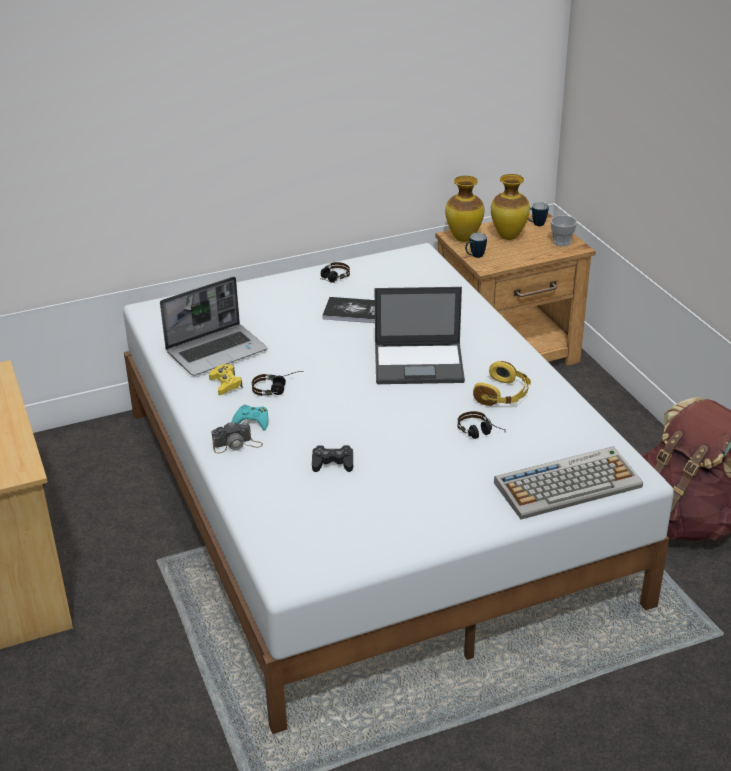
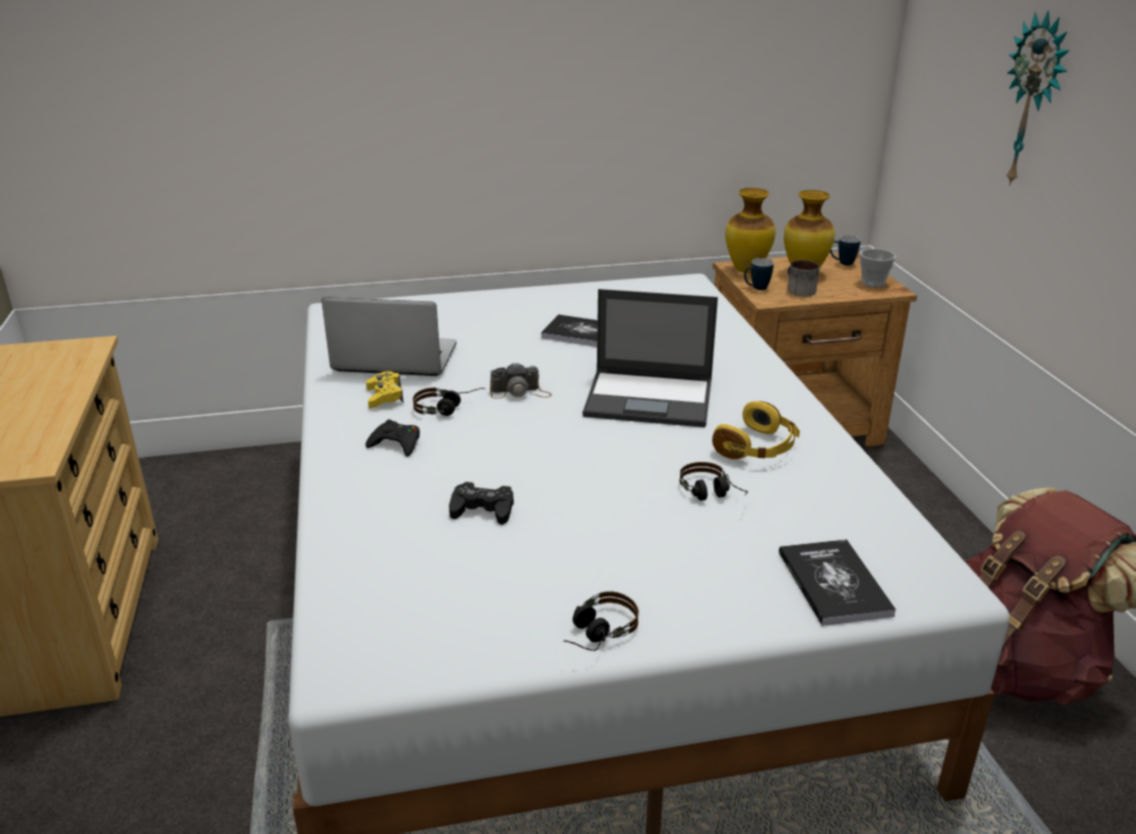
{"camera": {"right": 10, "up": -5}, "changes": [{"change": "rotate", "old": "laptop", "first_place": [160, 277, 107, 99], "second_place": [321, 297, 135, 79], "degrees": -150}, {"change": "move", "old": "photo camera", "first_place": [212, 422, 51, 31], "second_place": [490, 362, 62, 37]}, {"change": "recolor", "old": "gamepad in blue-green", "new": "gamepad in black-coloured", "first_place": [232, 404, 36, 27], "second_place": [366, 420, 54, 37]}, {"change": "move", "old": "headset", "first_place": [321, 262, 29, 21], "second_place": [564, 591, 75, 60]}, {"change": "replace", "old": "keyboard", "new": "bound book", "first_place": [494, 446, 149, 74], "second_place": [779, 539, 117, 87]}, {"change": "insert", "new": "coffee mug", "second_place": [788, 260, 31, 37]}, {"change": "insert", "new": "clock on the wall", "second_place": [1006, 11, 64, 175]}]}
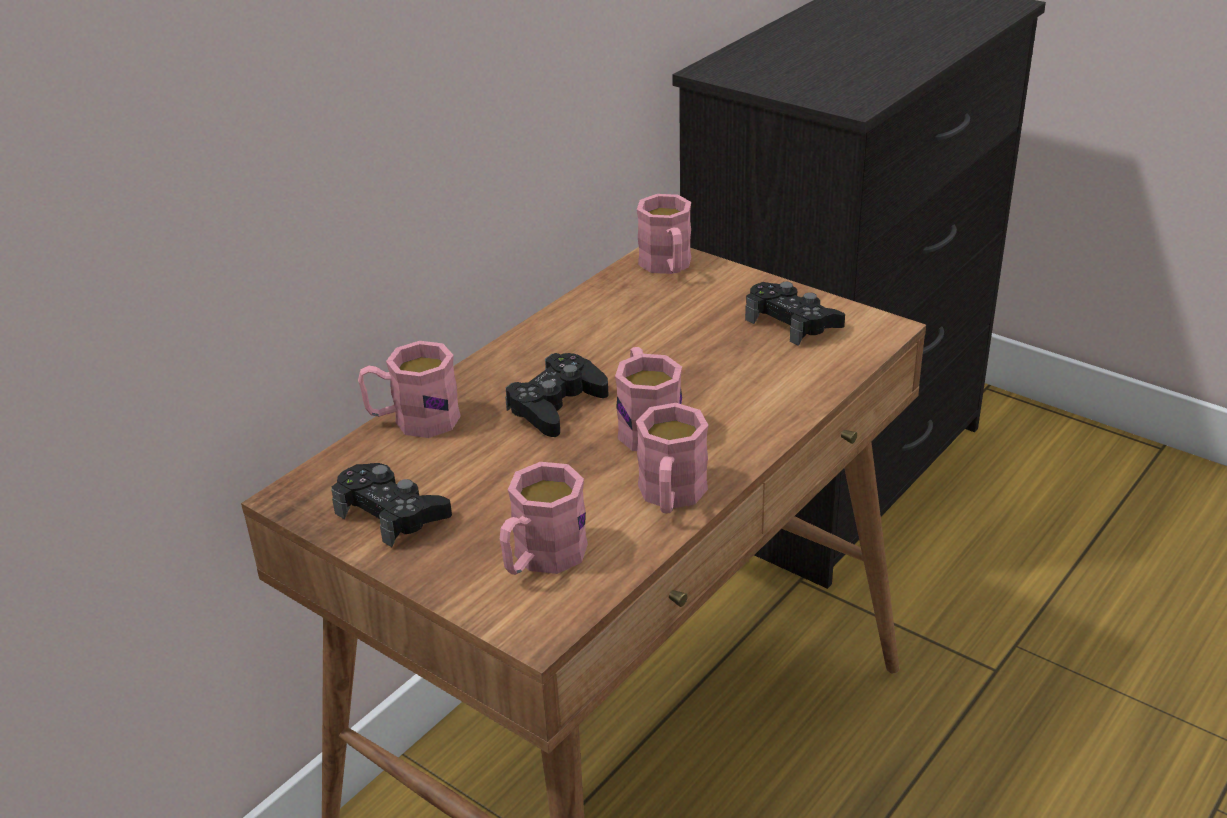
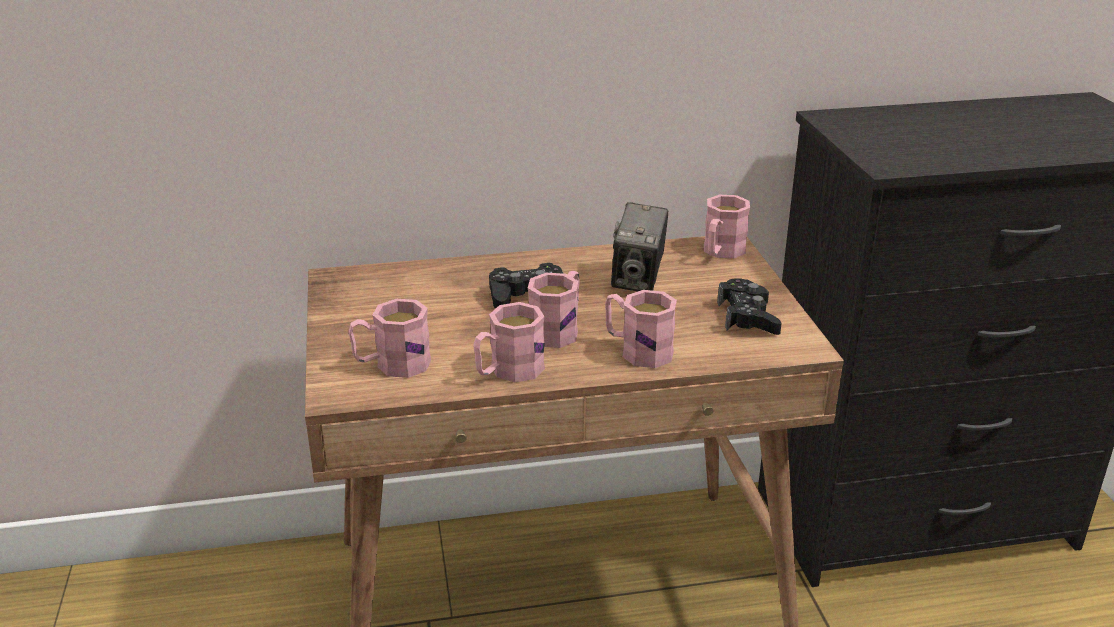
{"camera": {"right": 40, "up": -5}, "changes": [{"change": "delete", "old": "gamepad in black-coloured", "first_place": [331, 463, 121, 84]}, {"change": "move", "old": "coffee mug in pink-coloured", "first_place": [358, 341, 103, 97], "second_place": [605, 290, 72, 78]}, {"change": "insert", "new": "photo camera", "second_place": [611, 202, 57, 89]}]}
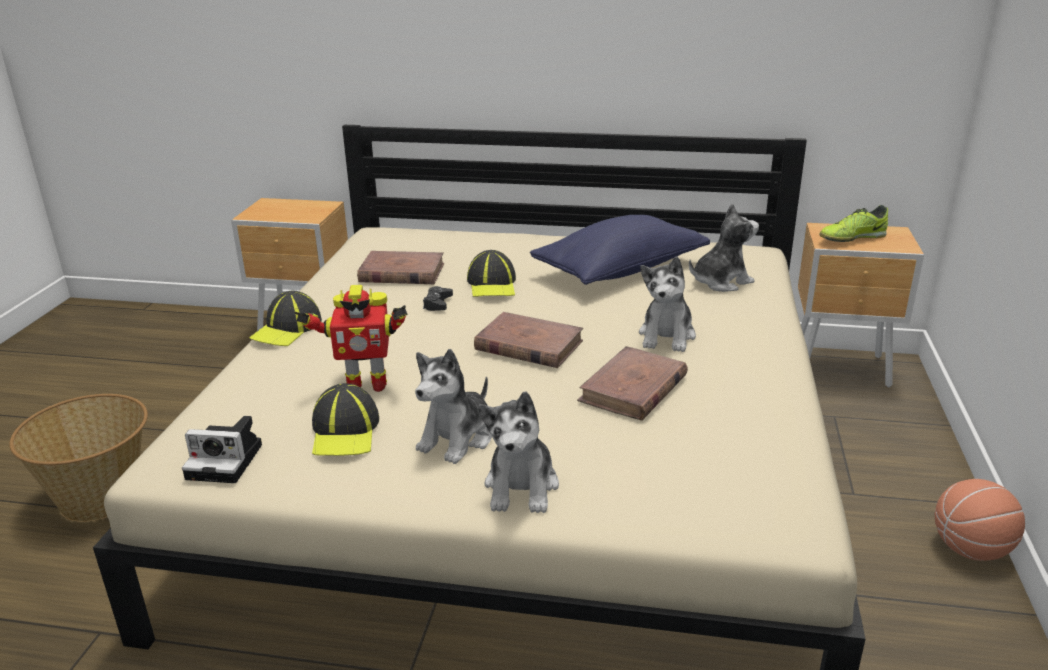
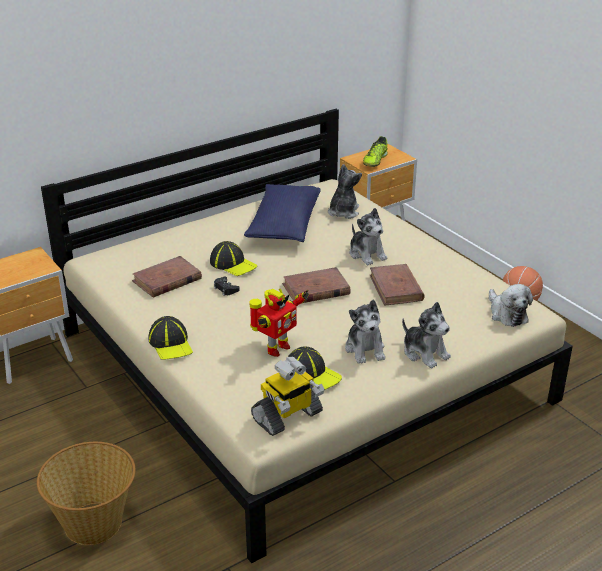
{"camera": {"right": -45, "up": 5}, "changes": [{"change": "replace", "old": "photo camera", "new": "robot figure", "first_place": [182, 416, 80, 67], "second_place": [251, 357, 74, 79]}, {"change": "insert", "new": "cuddly toy", "second_place": [489, 284, 44, 43]}]}
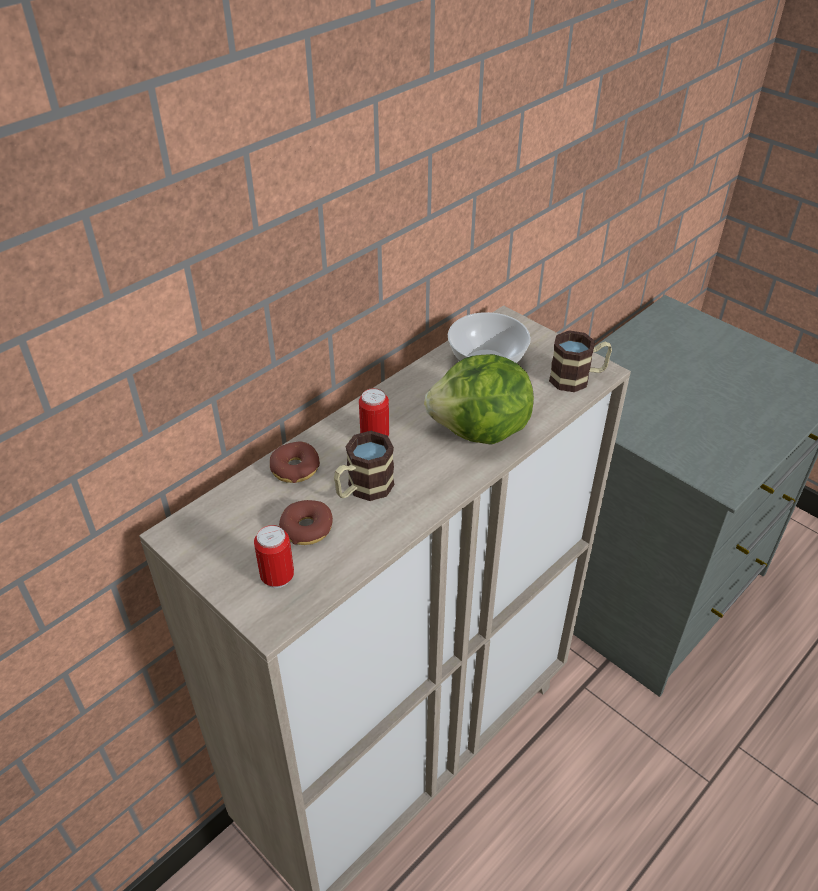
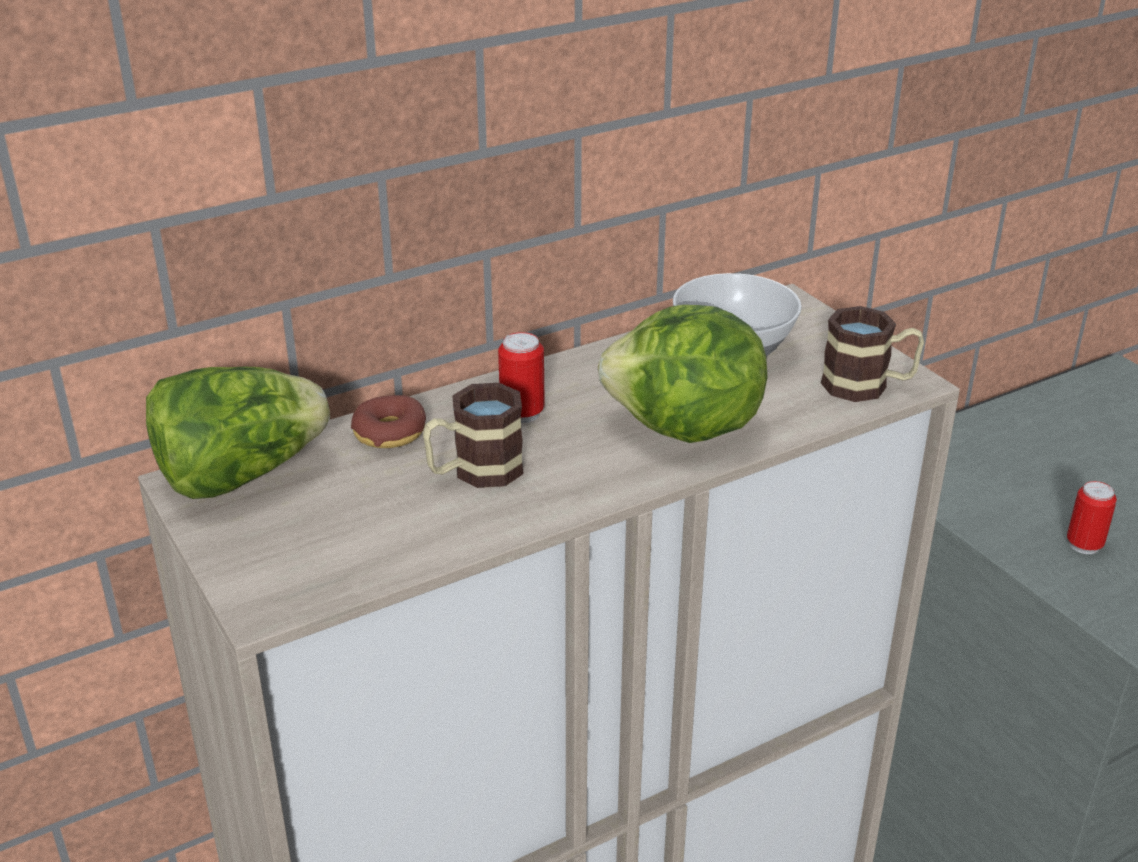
{"camera": {"right": 15, "up": -10}, "changes": [{"change": "move", "old": "metal can", "first_place": [254, 525, 40, 63], "second_place": [1067, 481, 50, 73]}, {"change": "delete", "old": "doughnut", "first_place": [279, 500, 54, 45]}, {"change": "insert", "new": "lettuce", "second_place": [146, 367, 184, 132]}]}
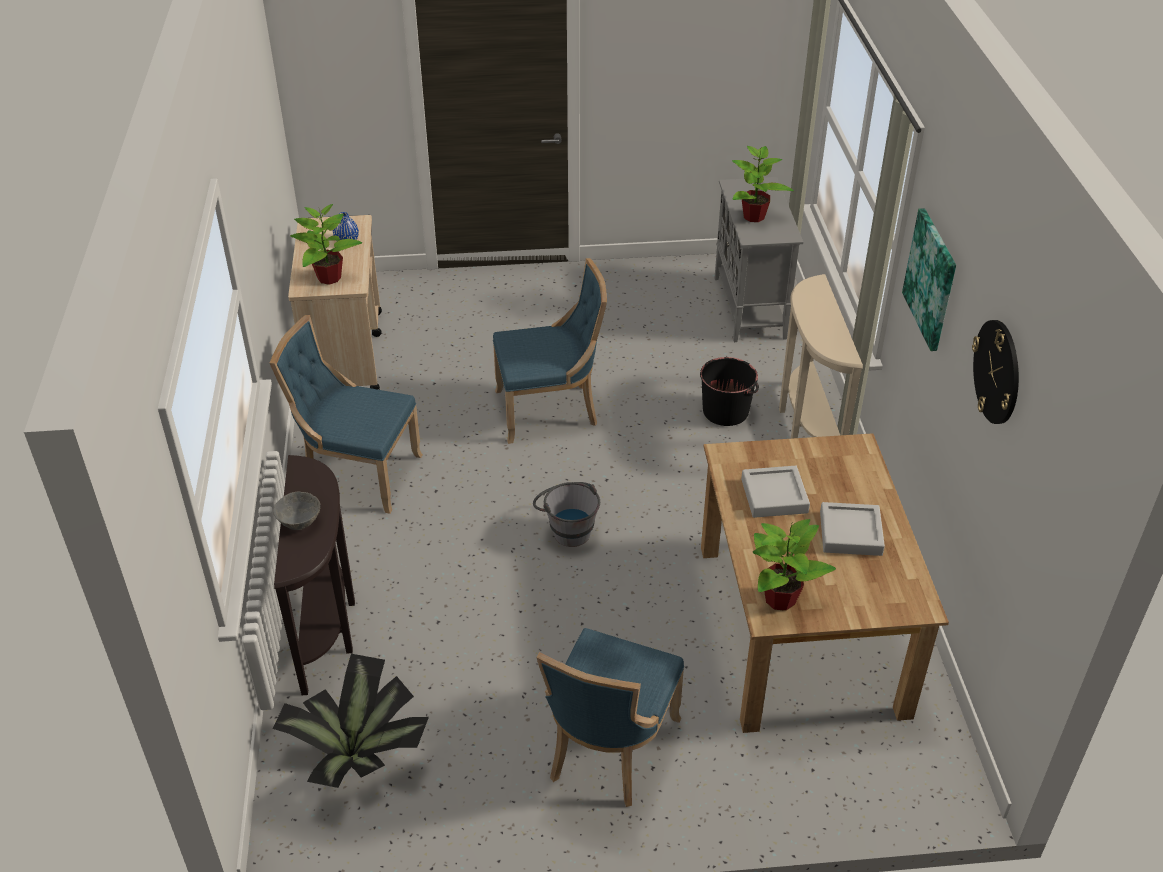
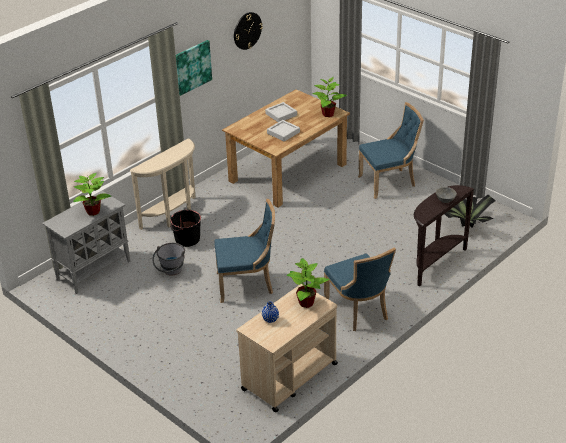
{"camera": {"right": -130, "up": -5}, "changes": [{"change": "rotate", "old": "upright chair in bluish", "first_place": [493, 258, 114, 186], "second_place": [214, 199, 61, 104], "degrees": 135}, {"change": "move", "old": "water bucket in grey", "first_place": [533, 482, 67, 65], "second_place": [152, 243, 33, 33]}]}
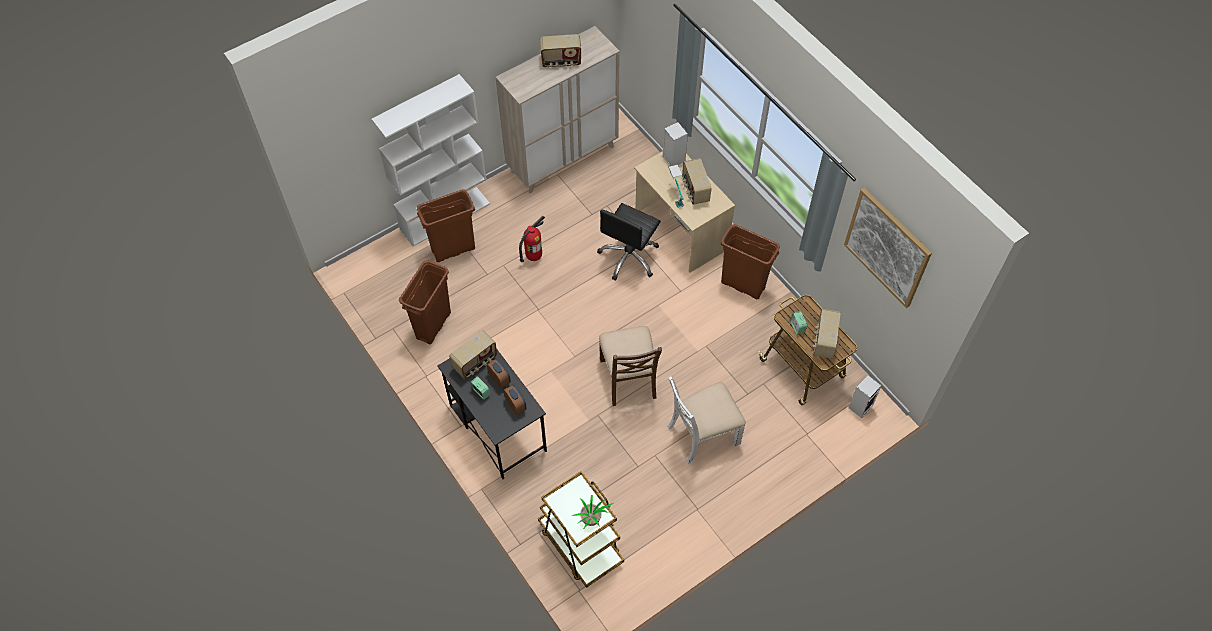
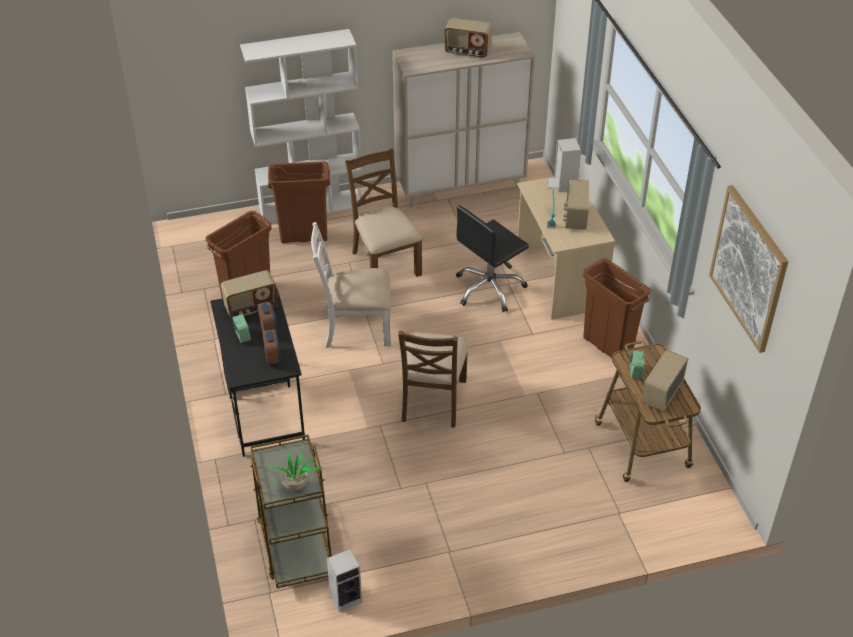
{"camera": {"right": 20, "up": -15}, "changes": [{"change": "replace", "old": "fire extinguisher", "new": "upright chair in brownish", "first_place": [519, 216, 26, 46], "second_place": [345, 148, 77, 129]}, {"change": "move", "old": "upright chair in white-coloured", "first_place": [668, 376, 78, 88], "second_place": [311, 222, 81, 126]}, {"change": "move", "old": "audio speaker", "first_place": [848, 375, 34, 43], "second_place": [327, 549, 35, 63]}]}
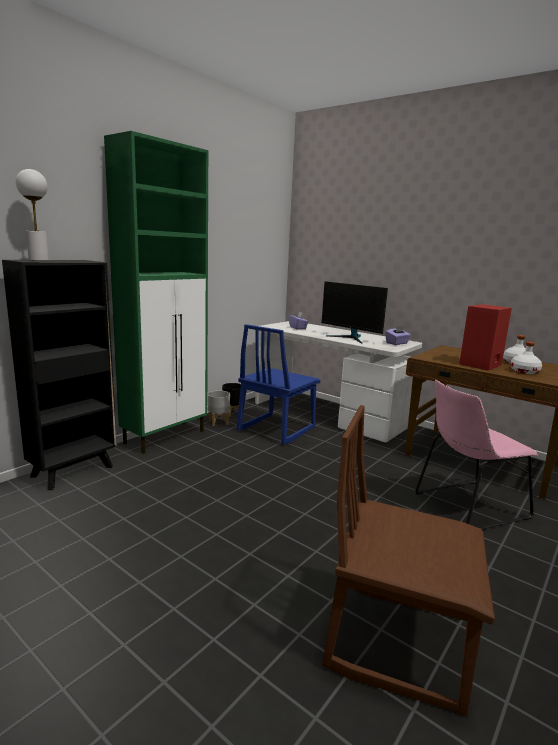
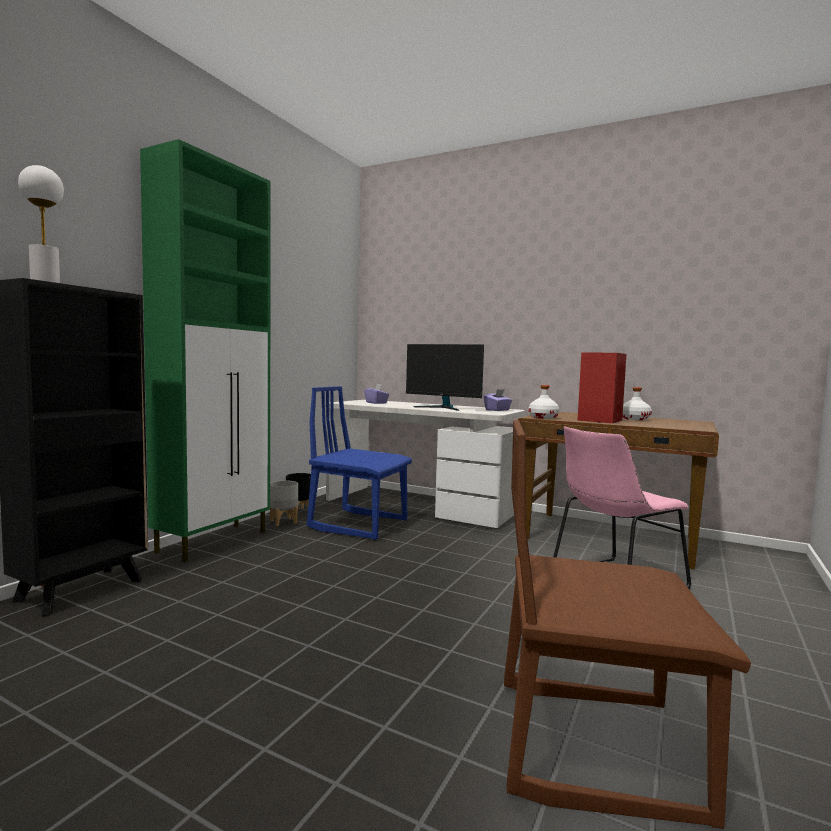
{"camera": {"right": -10, "up": -10}, "changes": [{"change": "rotate", "old": "upright chair in bluish", "first_place": [237, 324, 84, 120], "second_place": [307, 386, 105, 154], "degrees": 90}, {"change": "move", "old": "drink bottle in white-coloured", "first_place": [510, 341, 32, 33], "second_place": [528, 385, 31, 34]}]}
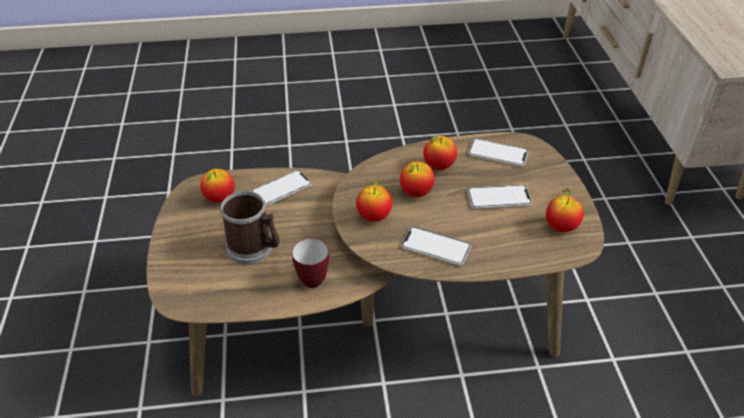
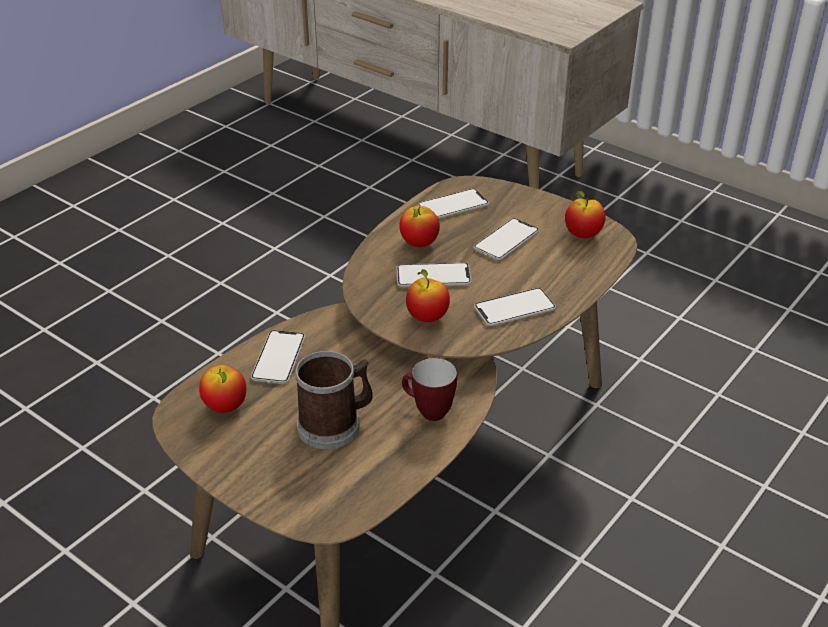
{"camera": {"right": -45, "up": -5}, "changes": [{"change": "replace", "old": "whole apple", "new": "handset", "first_place": [400, 161, 35, 36], "second_place": [396, 263, 76, 24]}]}
